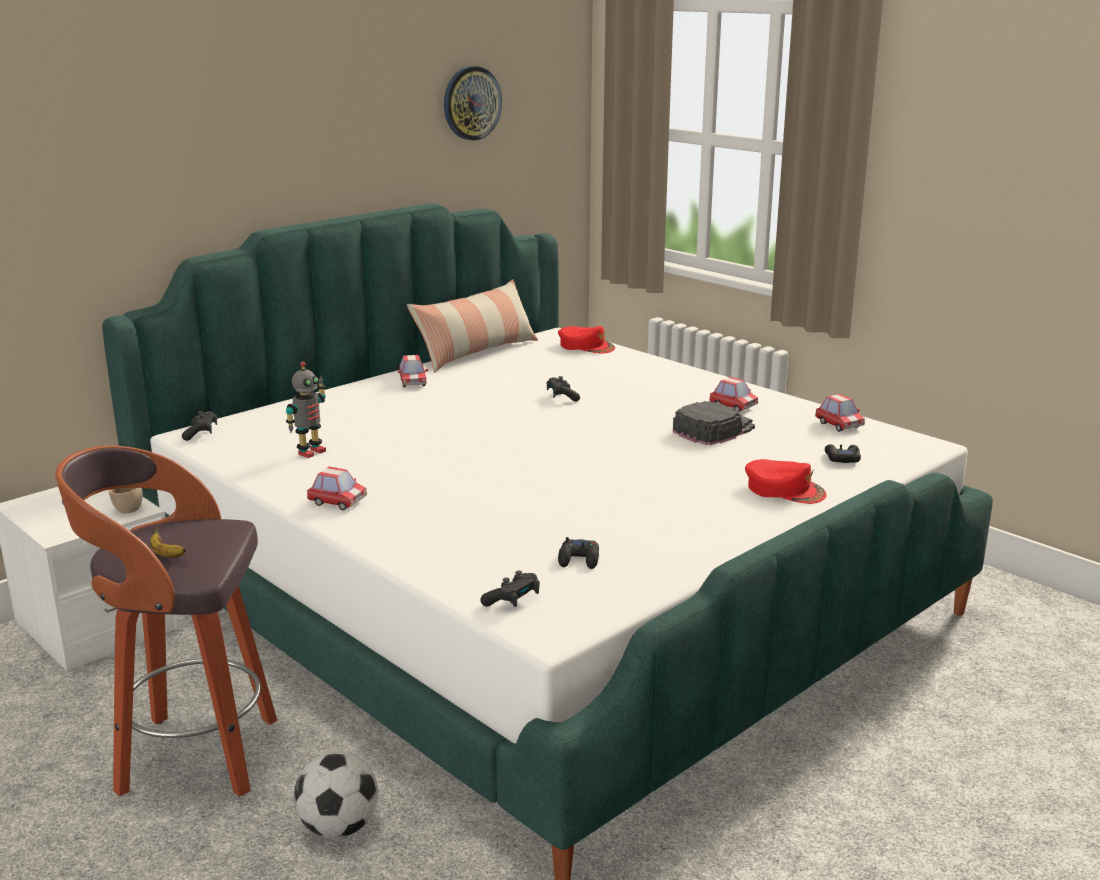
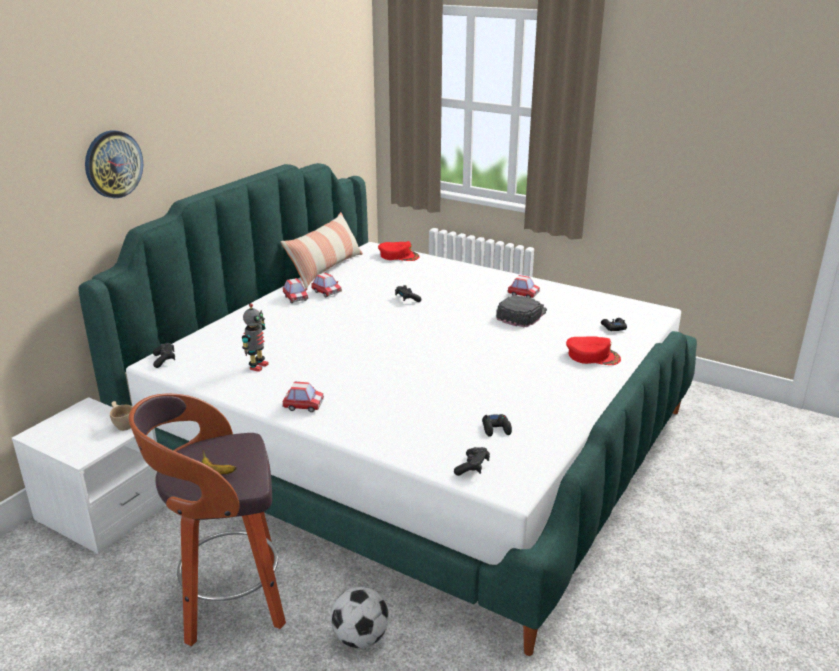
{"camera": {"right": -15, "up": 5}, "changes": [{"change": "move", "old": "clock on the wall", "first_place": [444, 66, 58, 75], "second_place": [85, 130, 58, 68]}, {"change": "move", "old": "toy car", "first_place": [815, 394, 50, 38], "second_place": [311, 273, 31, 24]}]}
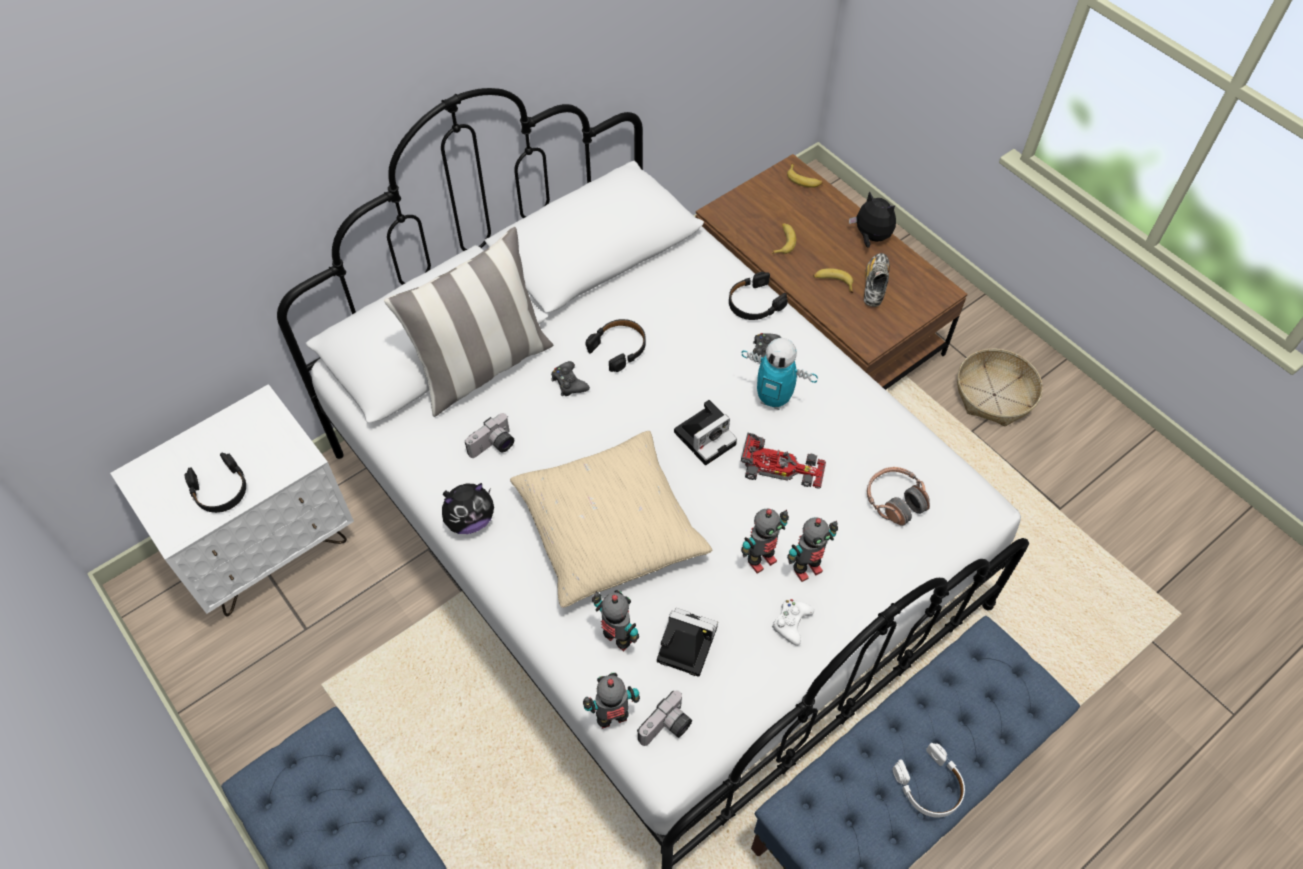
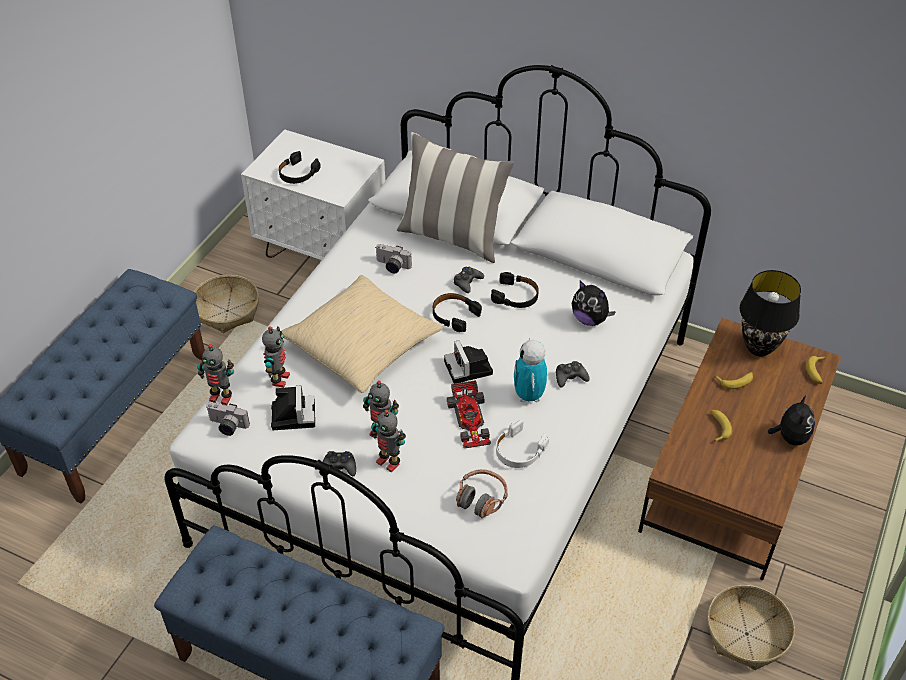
{"camera": {"right": 65, "up": -10}, "changes": [{"change": "move", "old": "cuddly toy", "first_place": [442, 483, 52, 51], "second_place": [572, 281, 44, 45]}, {"change": "rotate", "old": "robot figure", "first_place": [583, 672, 57, 57], "second_place": [197, 344, 37, 61], "degrees": 150}, {"change": "rotate", "old": "photo camera", "first_place": [674, 400, 63, 65], "second_place": [444, 340, 49, 44], "degrees": 45}, {"change": "move", "old": "headset in black-coloured", "first_place": [729, 272, 59, 48], "second_place": [433, 293, 49, 39]}, {"change": "recolor", "old": "gamepad in white-coloured", "new": "gamepad in black-coloured", "first_place": [772, 599, 42, 47], "second_place": [323, 451, 33, 25]}, {"change": "delete", "old": "item of footwear", "first_place": [864, 253, 26, 54]}, {"change": "move", "old": "headset in white-coloured", "first_place": [893, 743, 72, 75], "second_place": [496, 419, 53, 49]}, {"change": "insert", "new": "household basket", "second_place": [194, 275, 65, 58]}, {"change": "insert", "new": "table lamp in black-coloured", "second_place": [739, 270, 62, 86]}]}
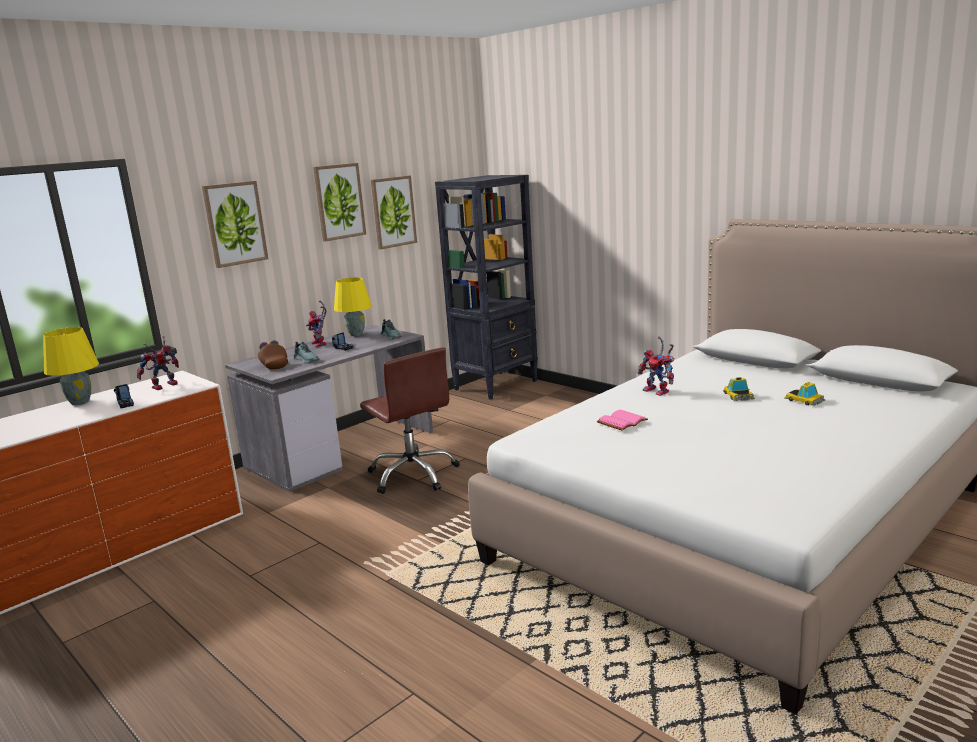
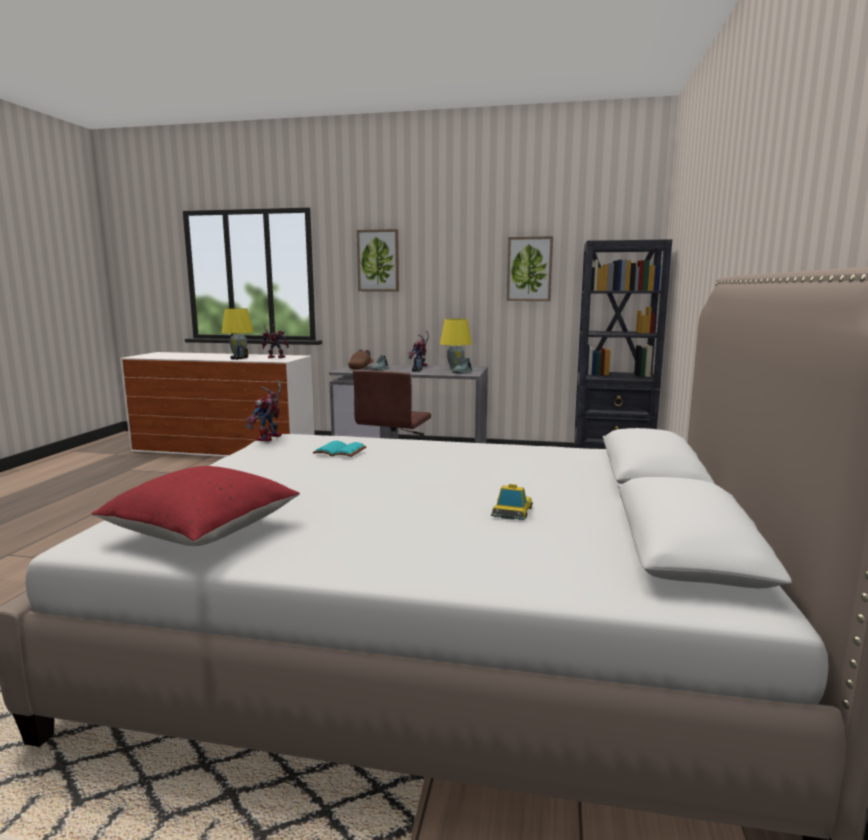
{"camera": {"right": 55, "up": -5}, "changes": [{"change": "delete", "old": "wall art", "first_place": [313, 163, 53, 79]}, {"change": "recolor", "old": "bound book in pink-coloured", "new": "bound book in blue-green", "first_place": [597, 410, 51, 21], "second_place": [313, 441, 53, 16]}, {"change": "move", "old": "robot figure", "first_place": [638, 337, 37, 59], "second_place": [246, 380, 36, 62]}, {"change": "delete", "old": "toy car", "first_place": [723, 377, 32, 24]}, {"change": "insert", "new": "throw pillow in reddish", "second_place": [91, 466, 209, 80]}]}
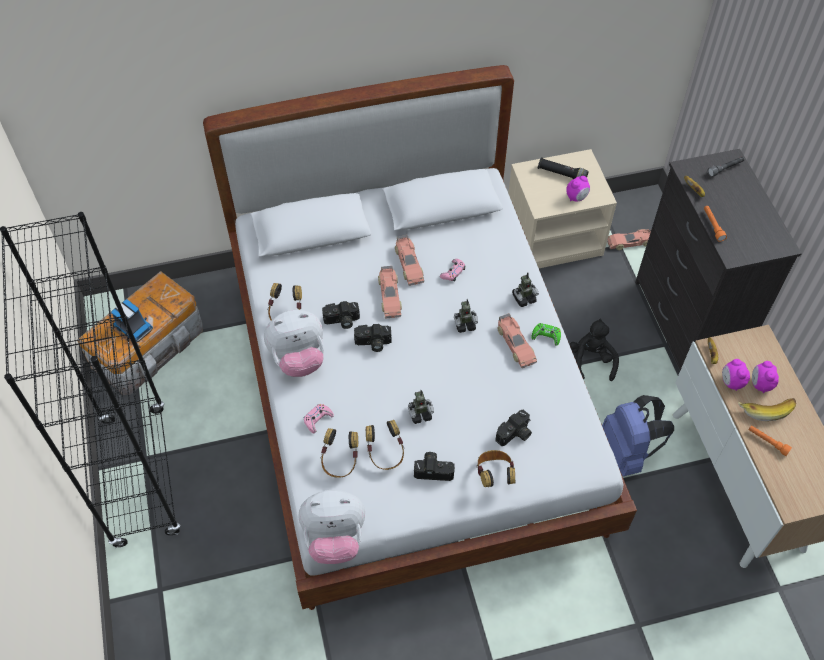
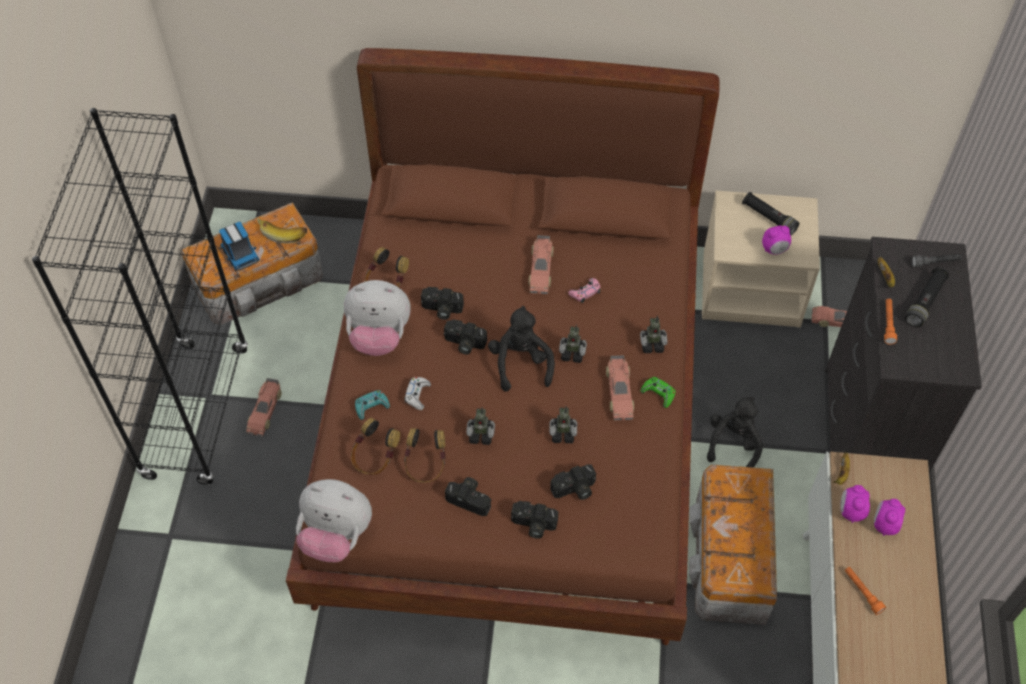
{"camera": {"right": 20, "up": 0}, "changes": [{"change": "recolor", "old": "bedroom bed in white-coloured", "new": "bedroom bed in brownish", "first_place": [203, 65, 434, 545], "second_place": [286, 48, 434, 597]}, {"change": "recolor", "old": "gamepad in pink-coloured", "new": "gamepad in blue-green", "first_place": [304, 404, 30, 29], "second_place": [355, 390, 35, 30]}, {"change": "move", "old": "toy car", "first_place": [378, 266, 24, 52], "second_place": [246, 378, 36, 58]}, {"change": "replace", "old": "headset", "new": "photo camera", "first_place": [477, 450, 38, 37], "second_place": [511, 501, 48, 38]}, {"change": "replace", "old": "rucksack in bluish", "new": "storage box", "first_place": [602, 395, 72, 81], "second_place": [689, 464, 88, 161]}, {"change": "move", "old": "banana", "first_place": [738, 398, 58, 23], "second_place": [257, 217, 50, 26]}, {"change": "insert", "new": "gamepad in white-coloured", "second_place": [404, 377, 27, 33]}, {"change": "insert", "new": "cuddly toy in black-coloured", "second_place": [488, 306, 67, 86]}, {"change": "insert", "new": "robot figure", "second_place": [549, 406, 28, 37]}, {"change": "insert", "new": "flashlight in black-coloured", "second_place": [905, 267, 44, 60]}]}
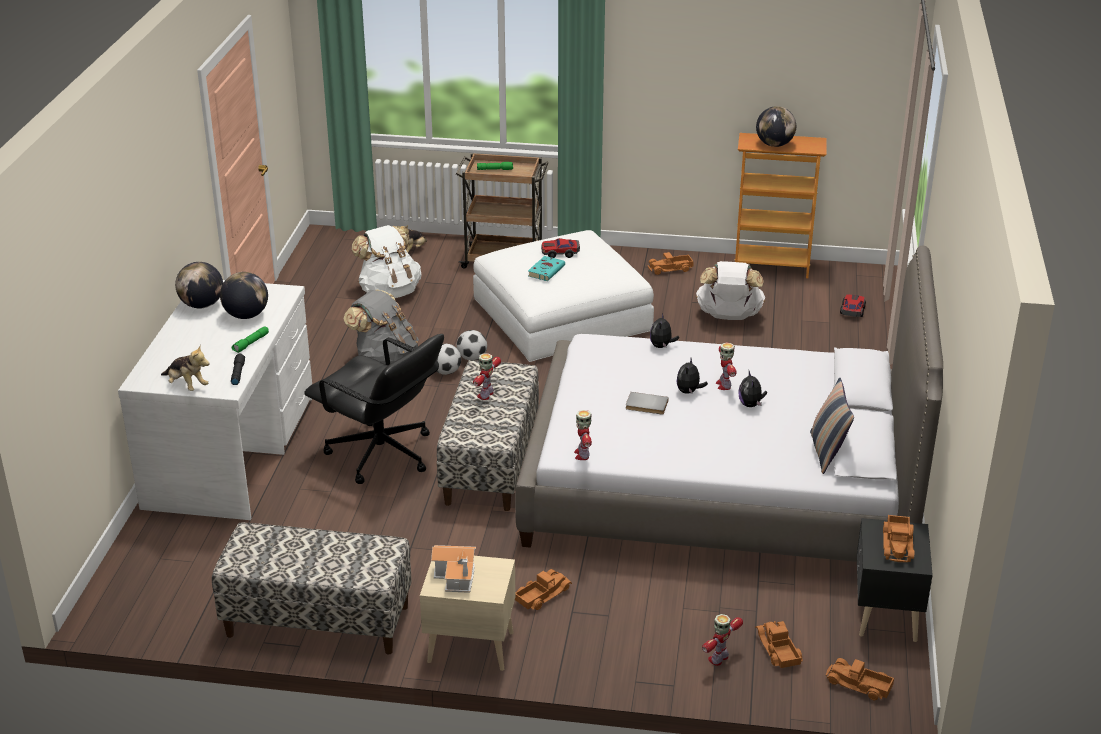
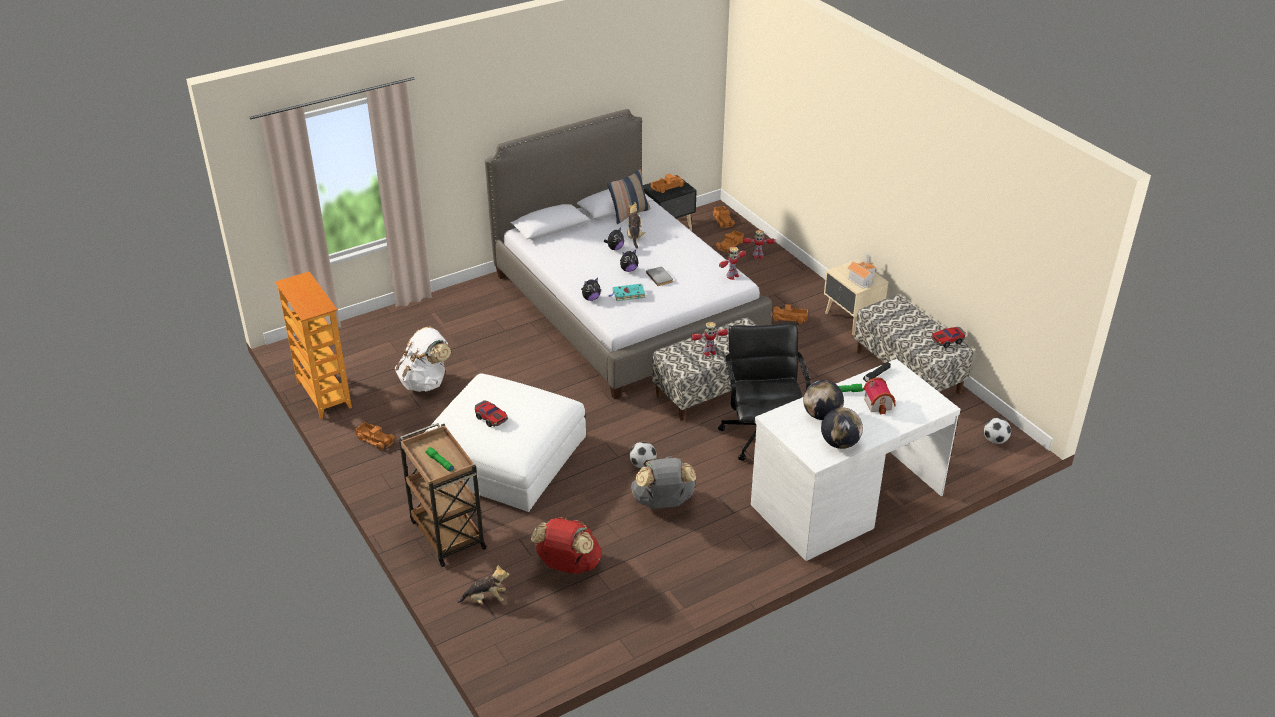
{"camera": {"right": -130, "up": 5}, "changes": [{"change": "move", "old": "cuddly toy", "first_place": [161, 345, 49, 46], "second_place": [627, 202, 18, 47]}, {"change": "recolor", "old": "rucksack in white-coloured", "new": "rucksack in reddish", "first_place": [351, 225, 71, 73], "second_place": [531, 517, 71, 57]}, {"change": "move", "old": "football", "first_place": [456, 330, 31, 30], "second_place": [984, 418, 27, 26]}, {"change": "move", "old": "bound book in blue-green", "first_place": [528, 256, 37, 25], "second_place": [608, 284, 37, 17]}, {"change": "delete", "old": "robot figure", "first_place": [716, 342, 21, 48]}, {"change": "delete", "old": "desk globe", "first_place": [756, 106, 40, 41]}, {"change": "move", "old": "toy car", "first_place": [840, 294, 26, 23], "second_place": [932, 327, 34, 21]}, {"change": "insert", "new": "toy house", "second_place": [863, 377, 33, 38]}]}
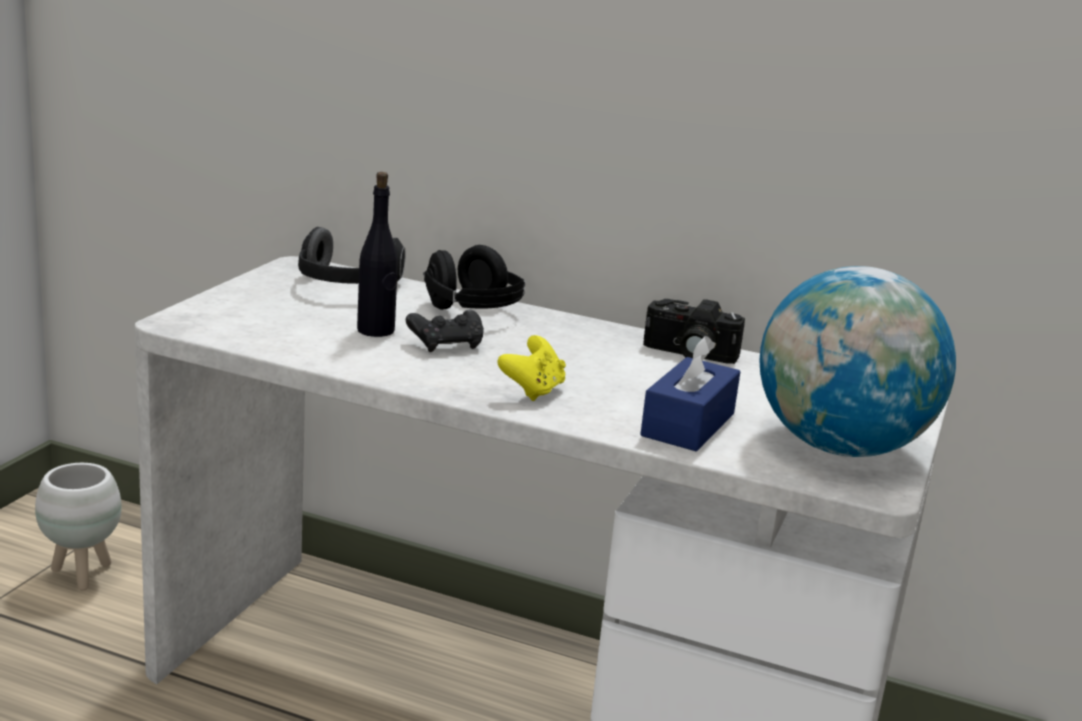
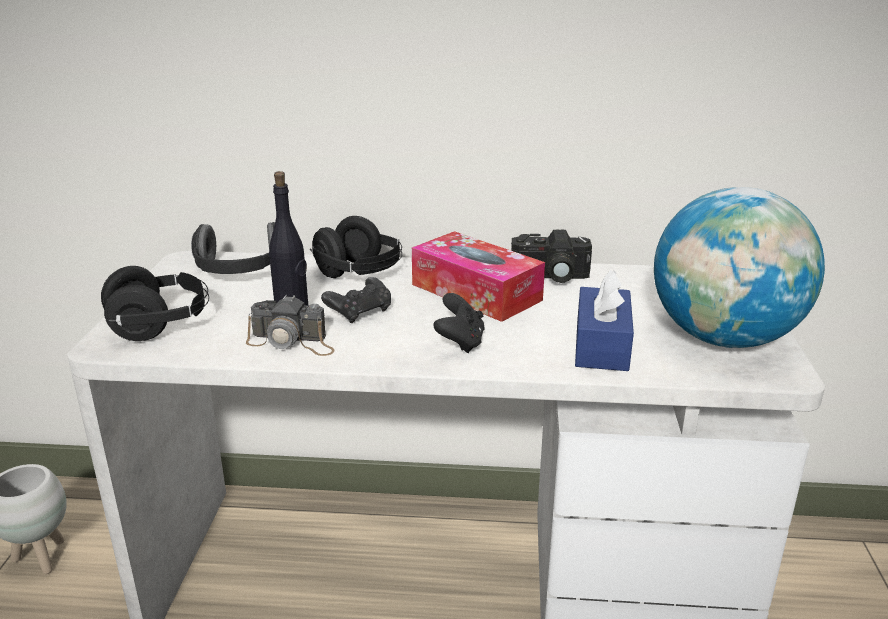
{"camera": {"right": -15, "up": 5}, "changes": [{"change": "recolor", "old": "gamepad in yellow", "new": "gamepad in black-coloured", "first_place": [497, 335, 69, 66], "second_place": [433, 293, 52, 60]}, {"change": "insert", "new": "headset in black-coloured", "second_place": [101, 266, 108, 75]}, {"change": "insert", "new": "photo camera", "second_place": [246, 295, 89, 61]}, {"change": "insert", "new": "tissue holder", "second_place": [412, 231, 133, 91]}]}
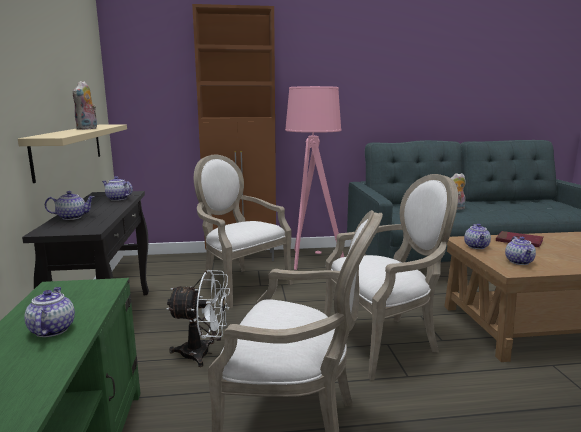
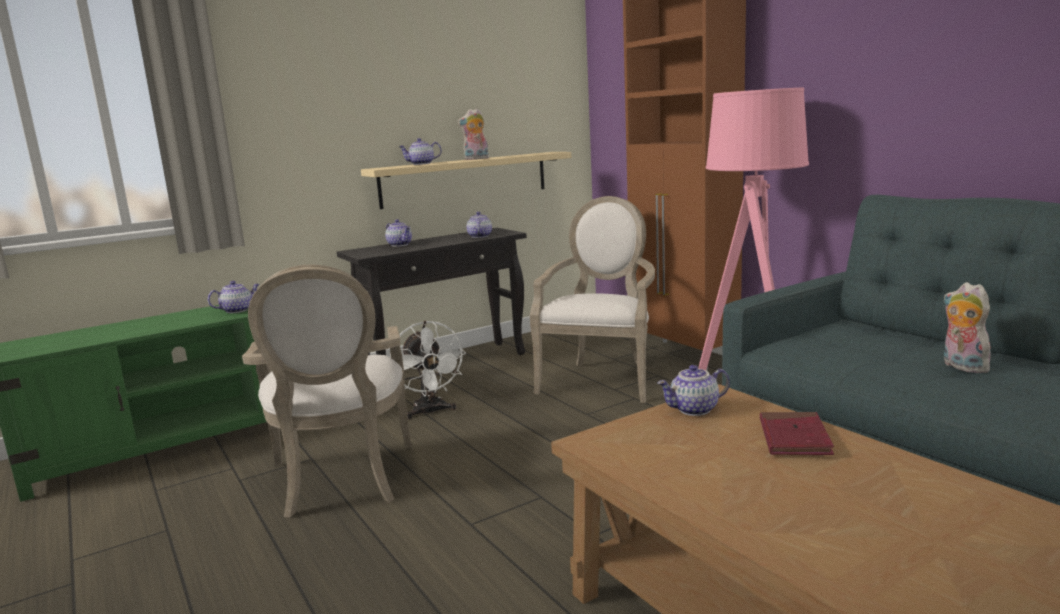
{"camera": {"right": 65, "up": 0}, "changes": [{"change": "delete", "old": "easy chair", "first_place": [324, 174, 134, 207]}, {"change": "move", "old": "teapot", "first_place": [505, 236, 31, 29], "second_place": [399, 138, 43, 27]}]}
